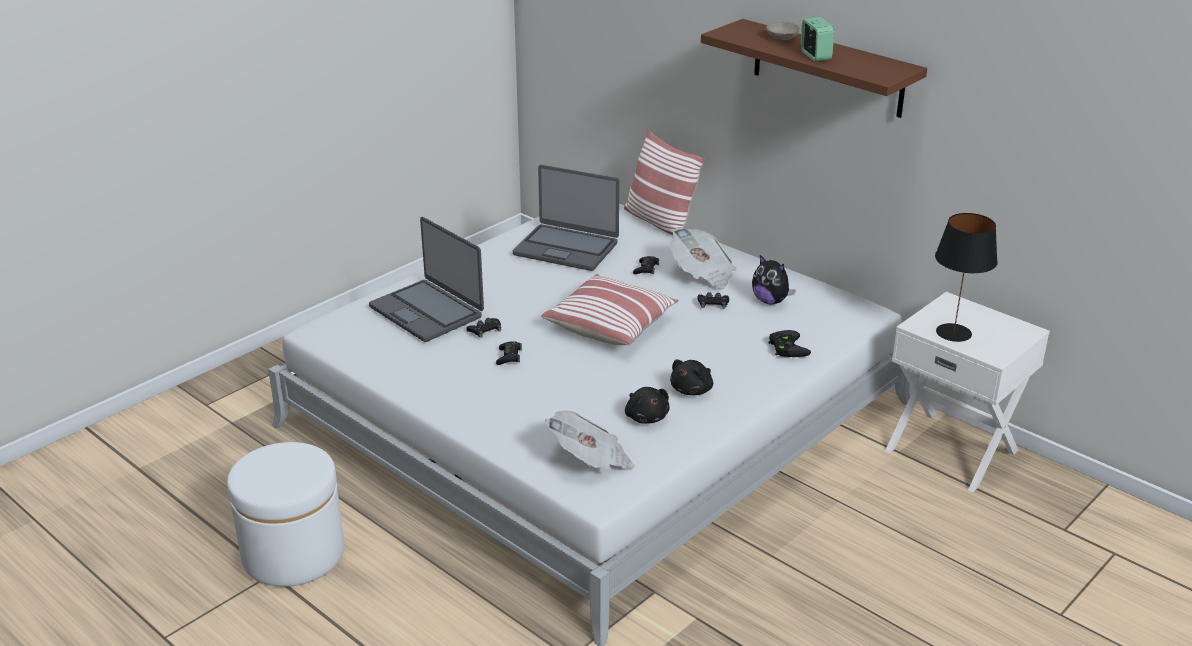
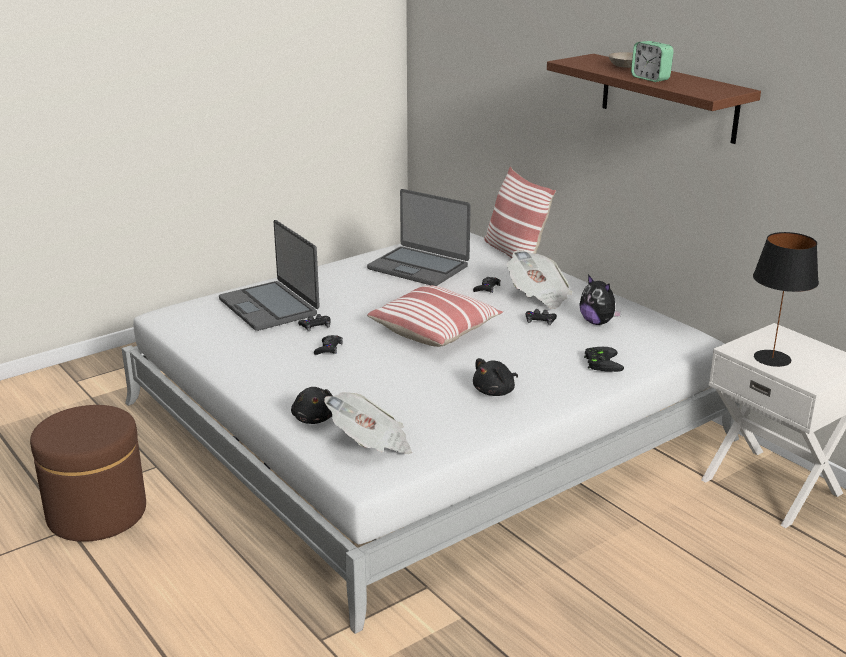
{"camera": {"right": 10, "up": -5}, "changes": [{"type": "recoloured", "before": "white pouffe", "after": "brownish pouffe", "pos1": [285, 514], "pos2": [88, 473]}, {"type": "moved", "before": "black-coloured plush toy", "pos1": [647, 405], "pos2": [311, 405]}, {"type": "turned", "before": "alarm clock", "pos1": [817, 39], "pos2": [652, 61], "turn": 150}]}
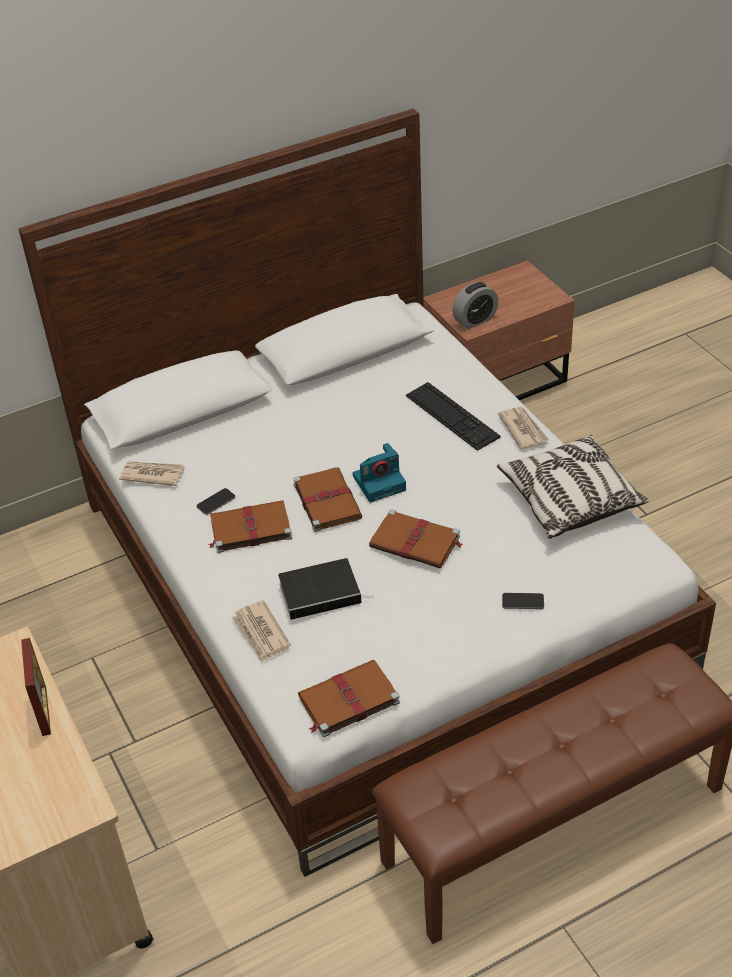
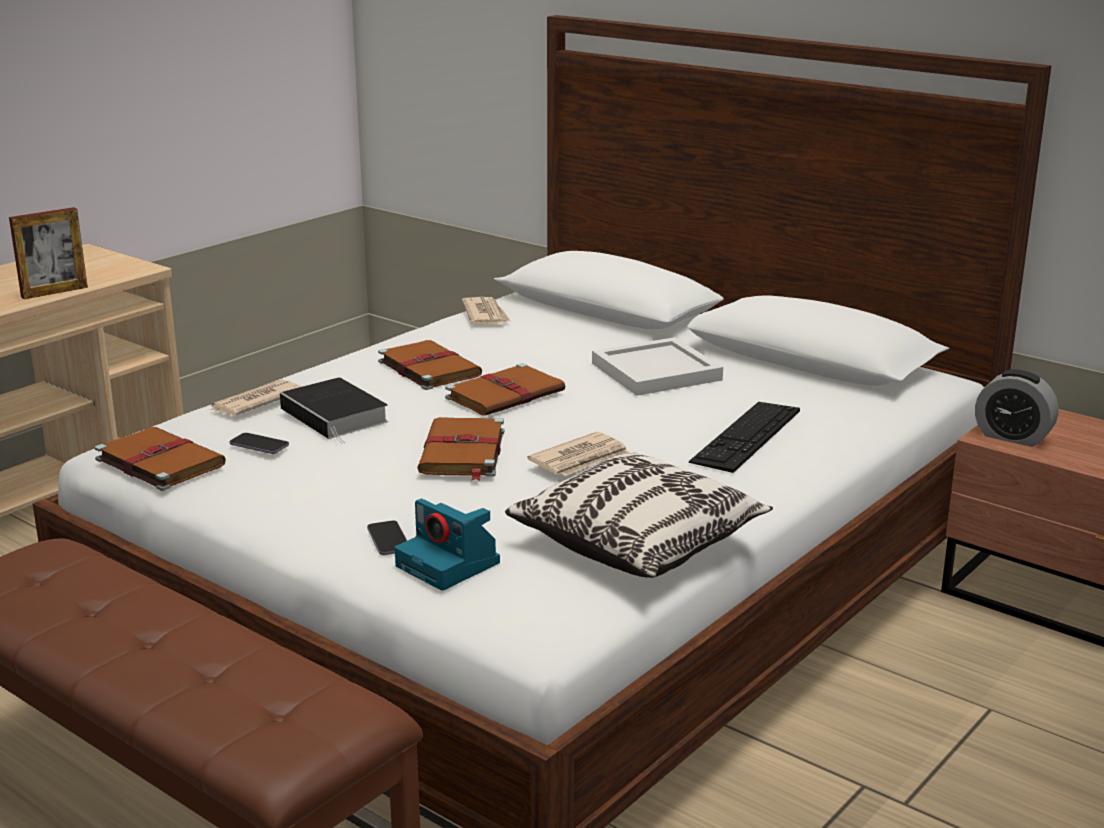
{"camera": {"right": 65, "up": -20}, "changes": [{"type": "moved", "before": "handset", "pos1": [216, 501], "pos2": [259, 443]}, {"type": "moved", "before": "photo camera", "pos1": [379, 472], "pos2": [447, 545]}, {"type": "moved", "before": "daily paper", "pos1": [524, 428], "pos2": [578, 454]}, {"type": "added", "after": "white serving tray", "pos2": [657, 366]}]}
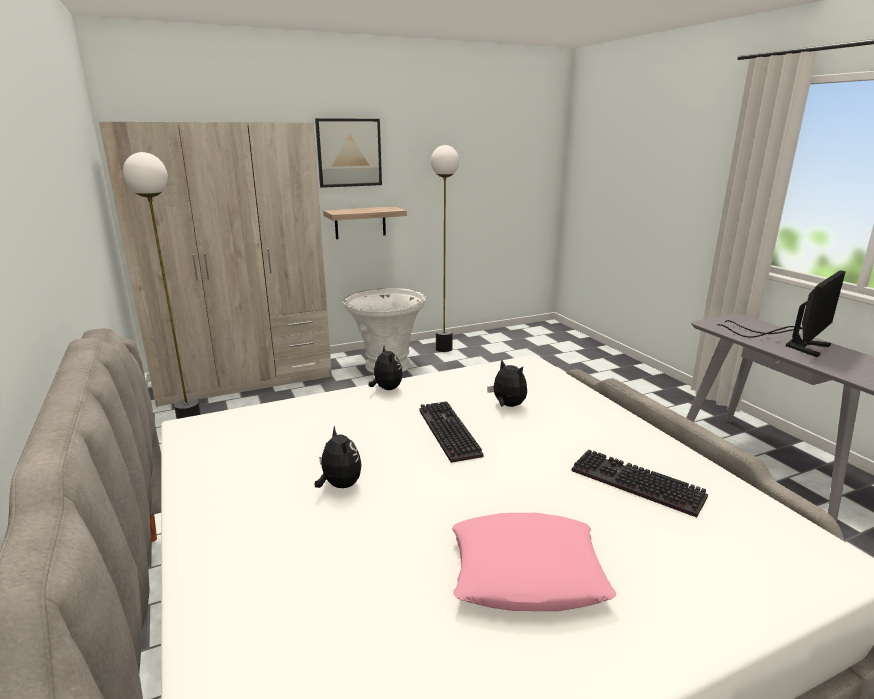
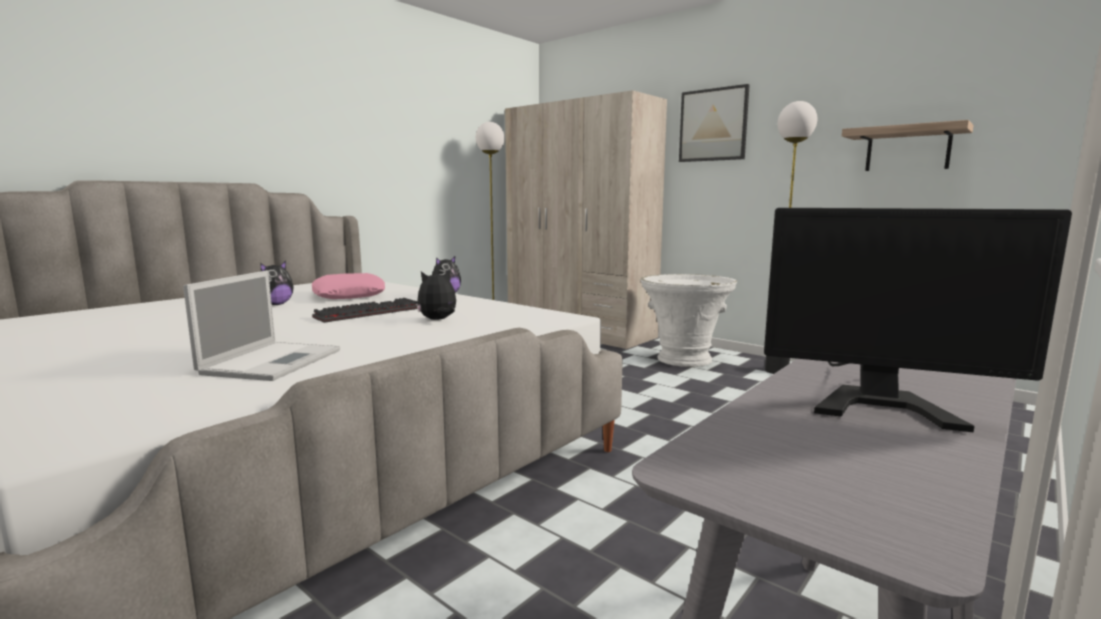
{"camera": {"right": 65, "up": -10}, "changes": [{"type": "moved", "before": "wall shelf", "pos1": [365, 222], "pos2": [908, 145]}, {"type": "moved", "before": "pink-coloured throw pillow", "pos1": [534, 562], "pos2": [348, 286]}, {"type": "turned", "before": "plush toy", "pos1": [507, 383], "pos2": [436, 295], "turn": -135}, {"type": "replaced", "before": "keyboard", "after": "portable computer", "pos1": [640, 483], "pos2": [261, 325]}]}
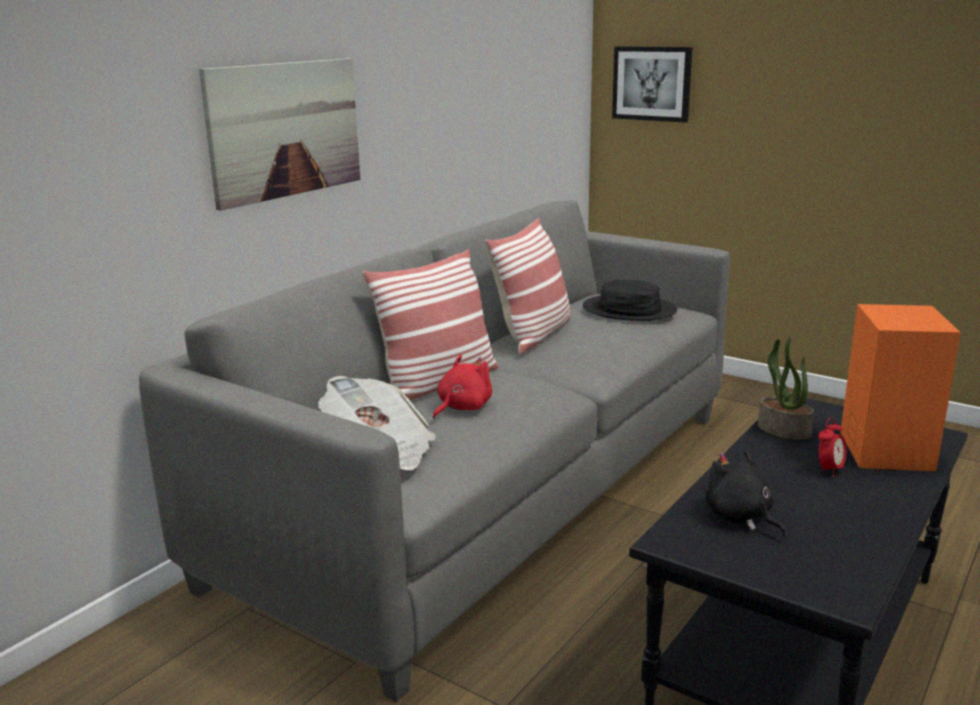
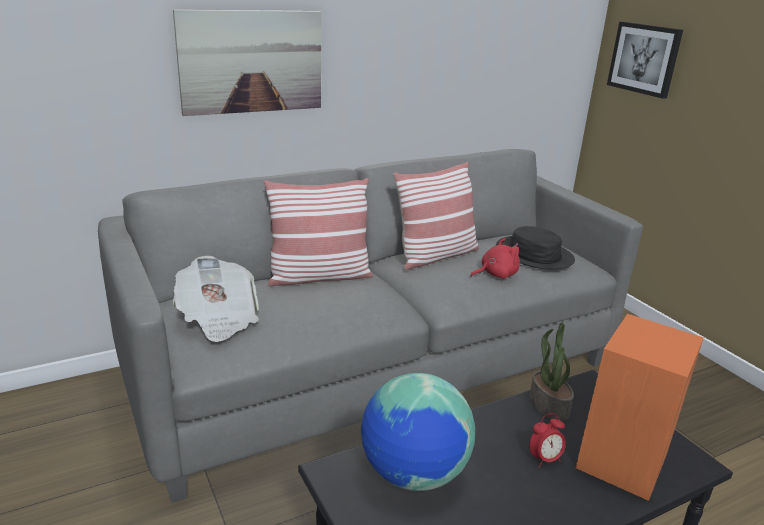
{"camera": {"right": 25, "up": 5}, "changes": [{"type": "moved", "before": "red plush toy", "pos1": [462, 387], "pos2": [495, 258]}, {"type": "replaced", "before": "black-coloured plush toy", "after": "world globe", "pos1": [745, 493], "pos2": [418, 432]}]}
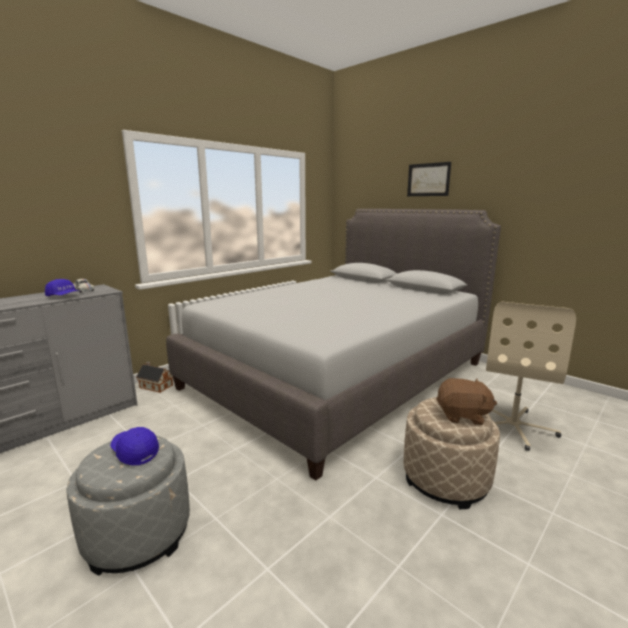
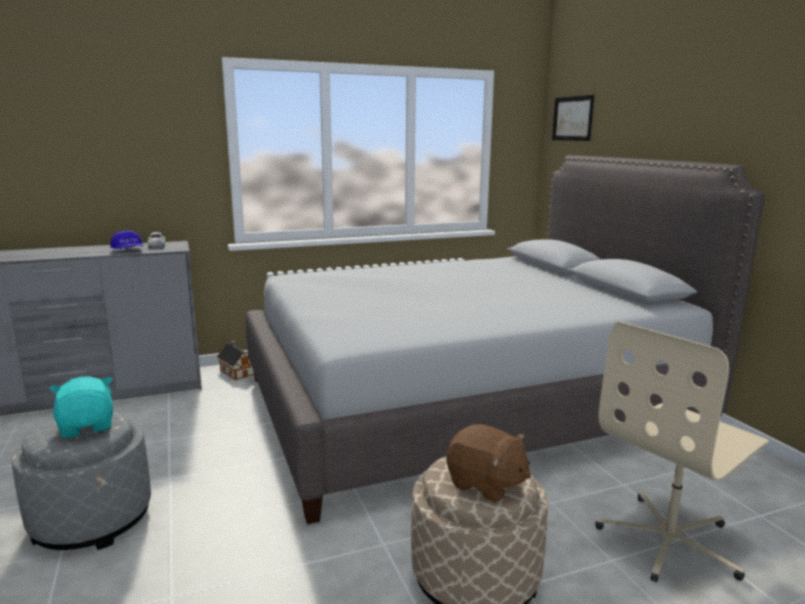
{"camera": {"right": 25, "up": 0}, "changes": [{"type": "replaced", "before": "blue cap", "after": "blue-green plush toy", "pos1": [134, 446], "pos2": [81, 407]}, {"type": "moved", "before": "picture", "pos1": [429, 179], "pos2": [573, 118]}]}
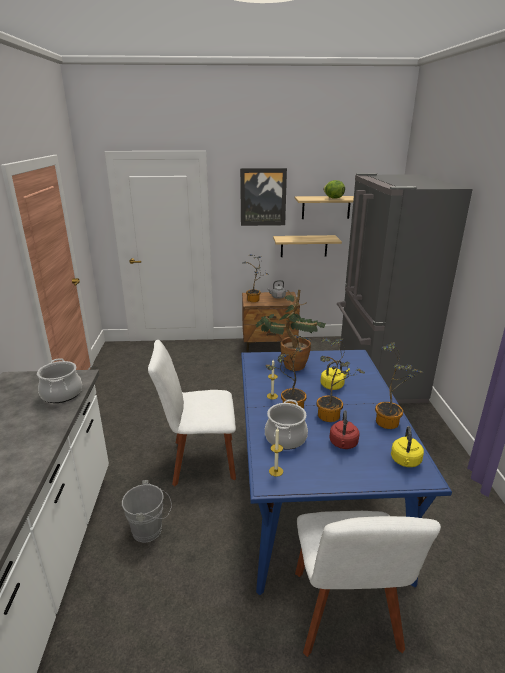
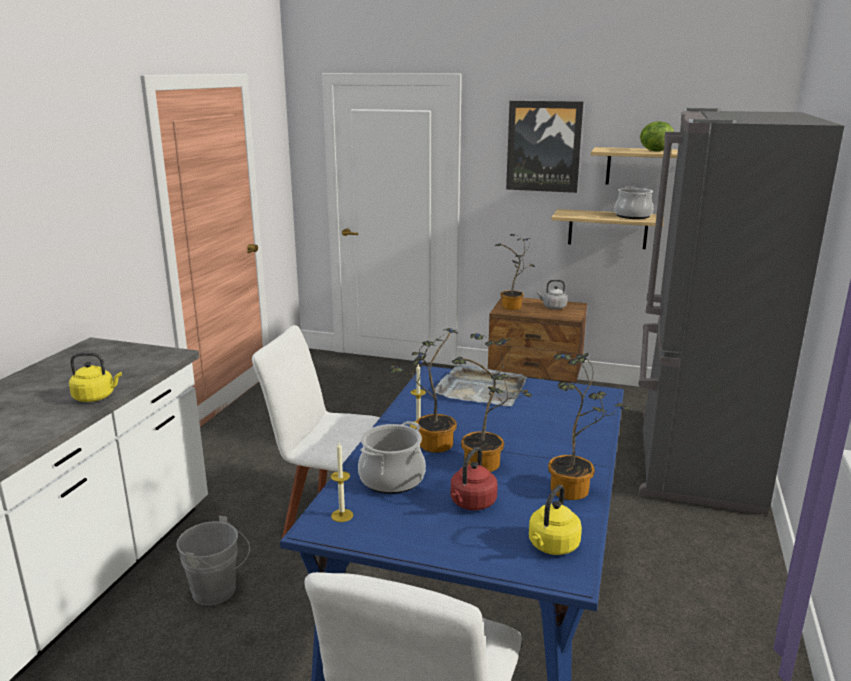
{"camera": {"right": 20, "up": -5}, "changes": [{"type": "moved", "before": "saucepot", "pos1": [59, 380], "pos2": [633, 202]}, {"type": "replaced", "before": "plant in a pot", "after": "grey serving tray", "pos1": [291, 330], "pos2": [481, 385]}, {"type": "moved", "before": "yellow kettle", "pos1": [335, 375], "pos2": [95, 377]}]}
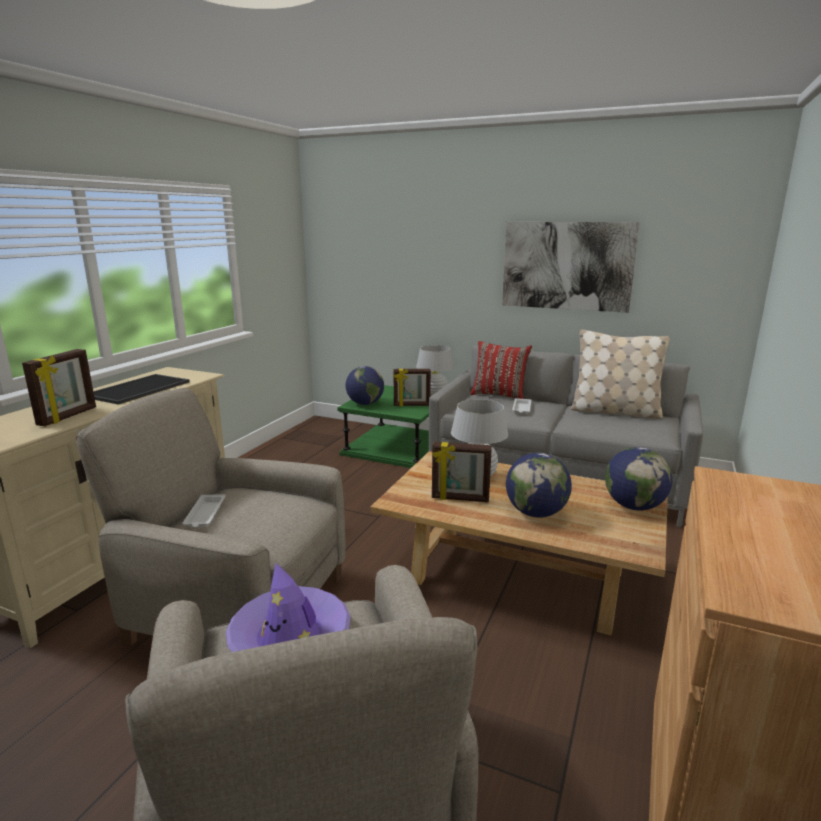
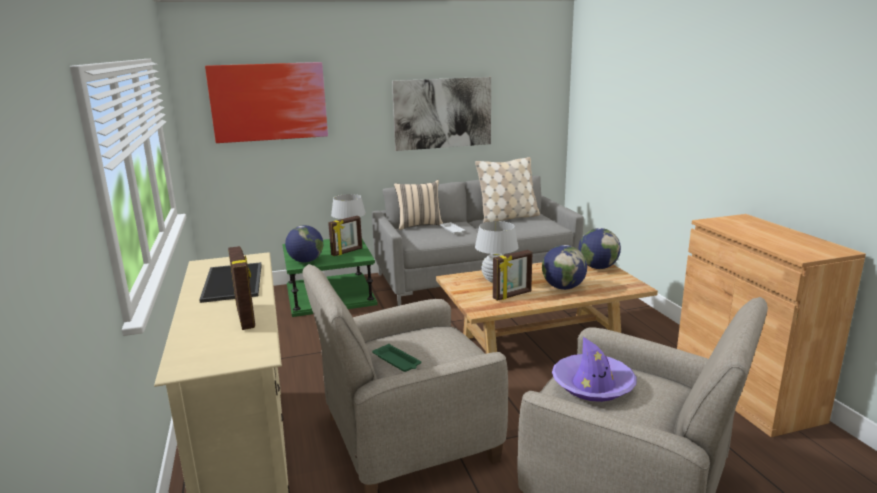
{"camera": {"right": -40, "up": 0}, "changes": [{"type": "recoloured", "before": "white serving tray", "after": "greenish serving tray", "pos1": [203, 510], "pos2": [396, 358]}, {"type": "recoloured", "before": "red throw pillow", "after": "beige throw pillow", "pos1": [501, 370], "pos2": [418, 205]}, {"type": "added", "after": "picture", "pos2": [266, 102]}]}
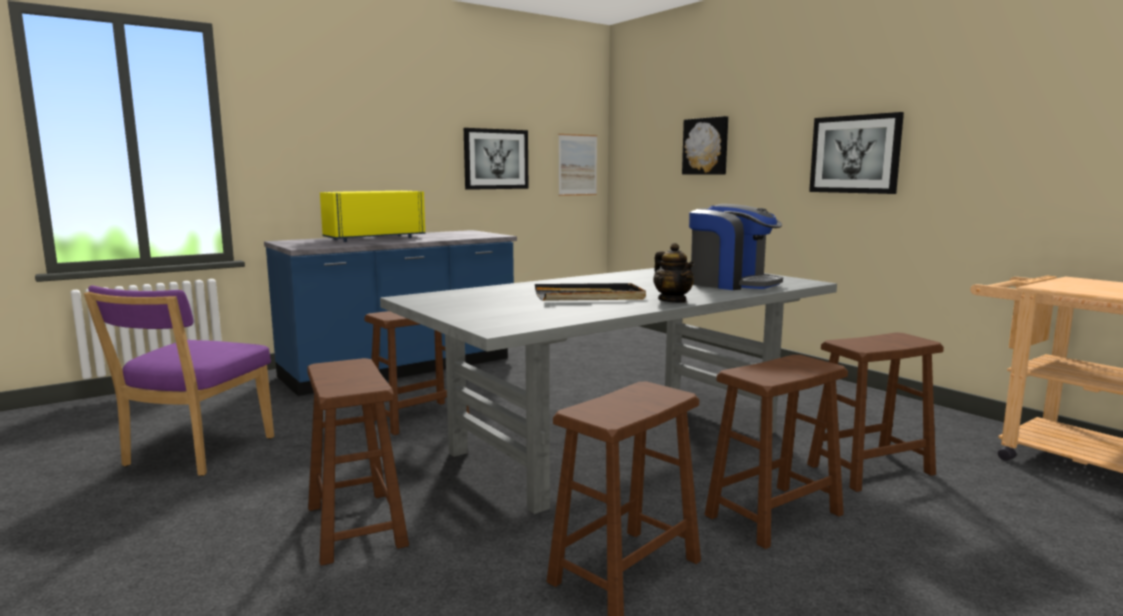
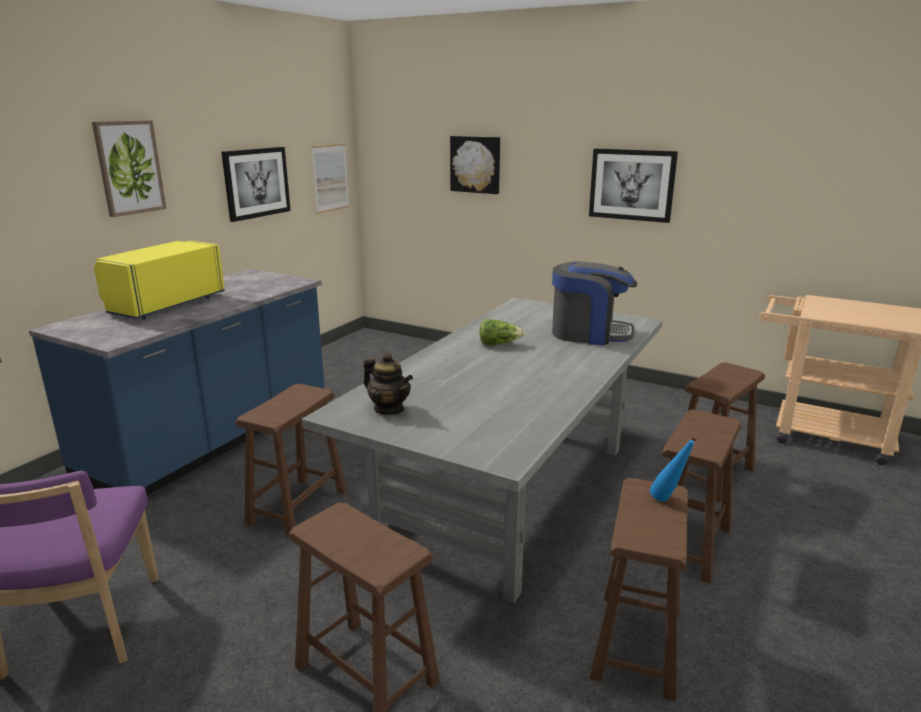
{"camera": {"right": -25, "up": 10}, "changes": [{"type": "removed", "before": "black-coloured serving tray", "pos1": [590, 292]}, {"type": "moved", "before": "teapot", "pos1": [674, 273], "pos2": [388, 384]}, {"type": "added", "after": "picture", "pos2": [129, 168]}, {"type": "added", "after": "lettuce head", "pos2": [502, 332]}, {"type": "added", "after": "blue beverage bottle", "pos2": [674, 468]}]}
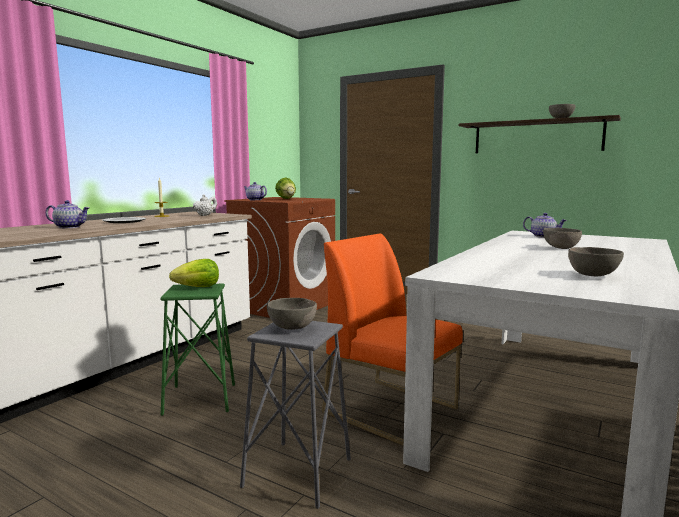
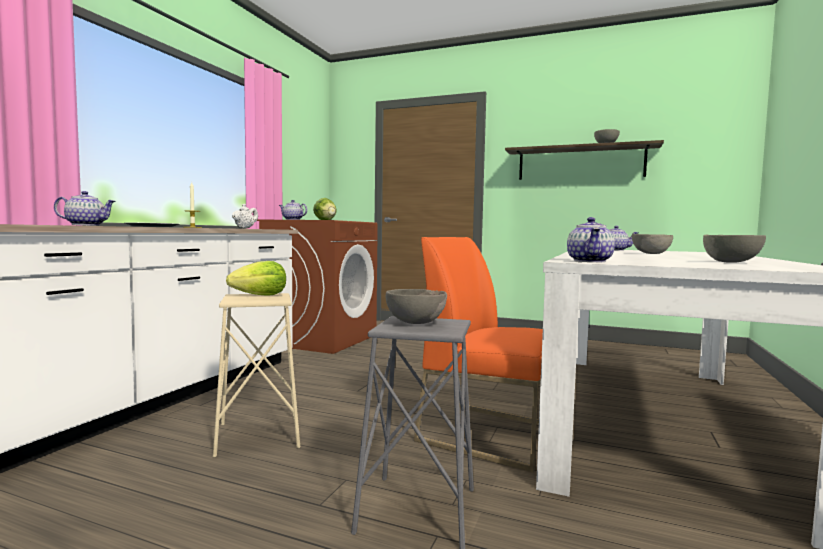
{"camera": {"right": -10, "up": -5}, "changes": [{"type": "recoloured", "before": "greenish stool seat", "after": "beige stool seat", "pos1": [197, 350], "pos2": [256, 375]}, {"type": "added", "after": "teapot", "pos2": [591, 239]}]}
